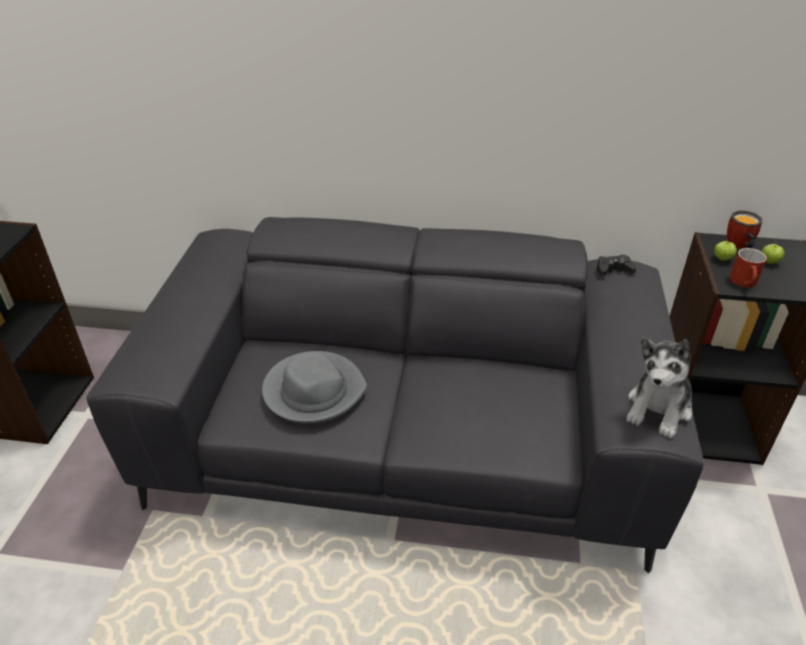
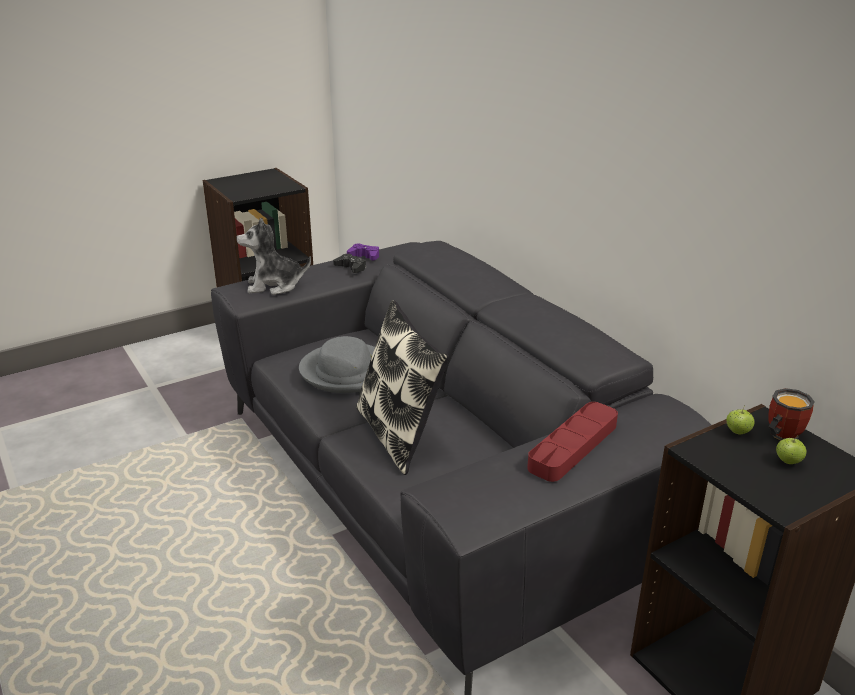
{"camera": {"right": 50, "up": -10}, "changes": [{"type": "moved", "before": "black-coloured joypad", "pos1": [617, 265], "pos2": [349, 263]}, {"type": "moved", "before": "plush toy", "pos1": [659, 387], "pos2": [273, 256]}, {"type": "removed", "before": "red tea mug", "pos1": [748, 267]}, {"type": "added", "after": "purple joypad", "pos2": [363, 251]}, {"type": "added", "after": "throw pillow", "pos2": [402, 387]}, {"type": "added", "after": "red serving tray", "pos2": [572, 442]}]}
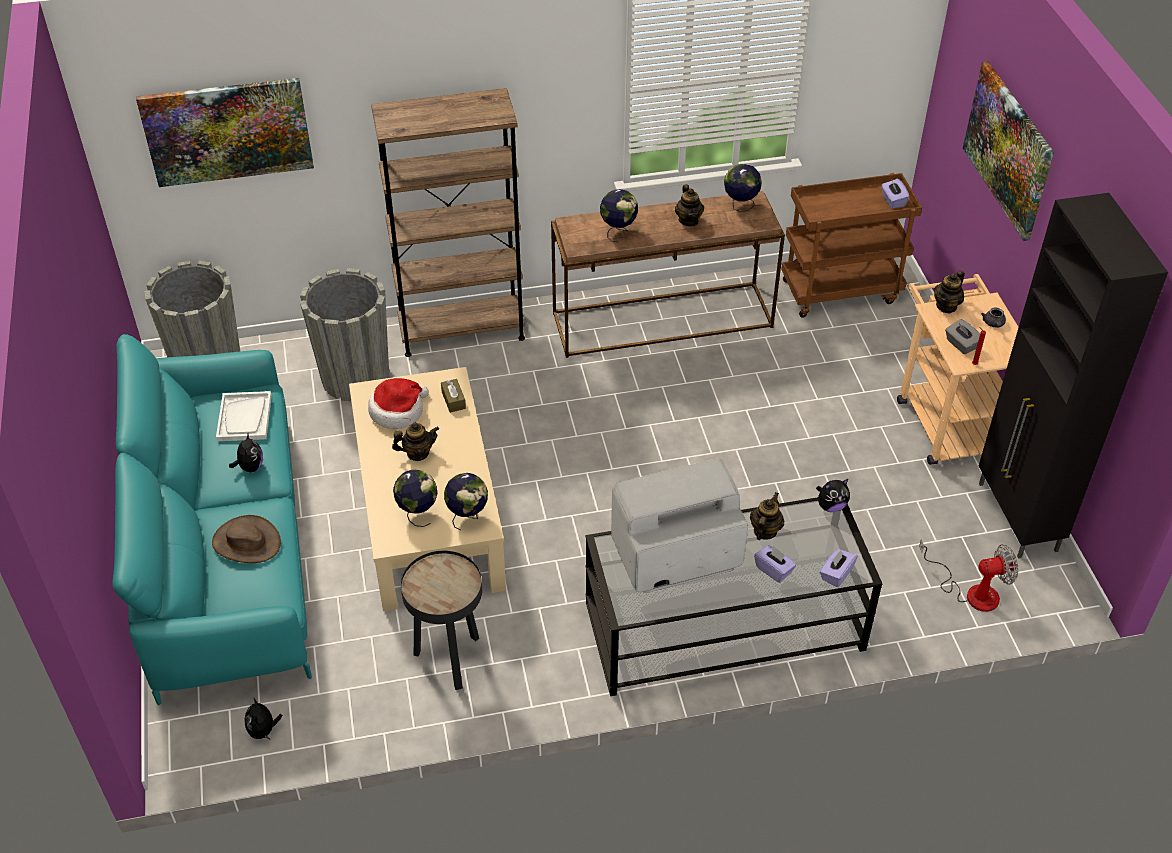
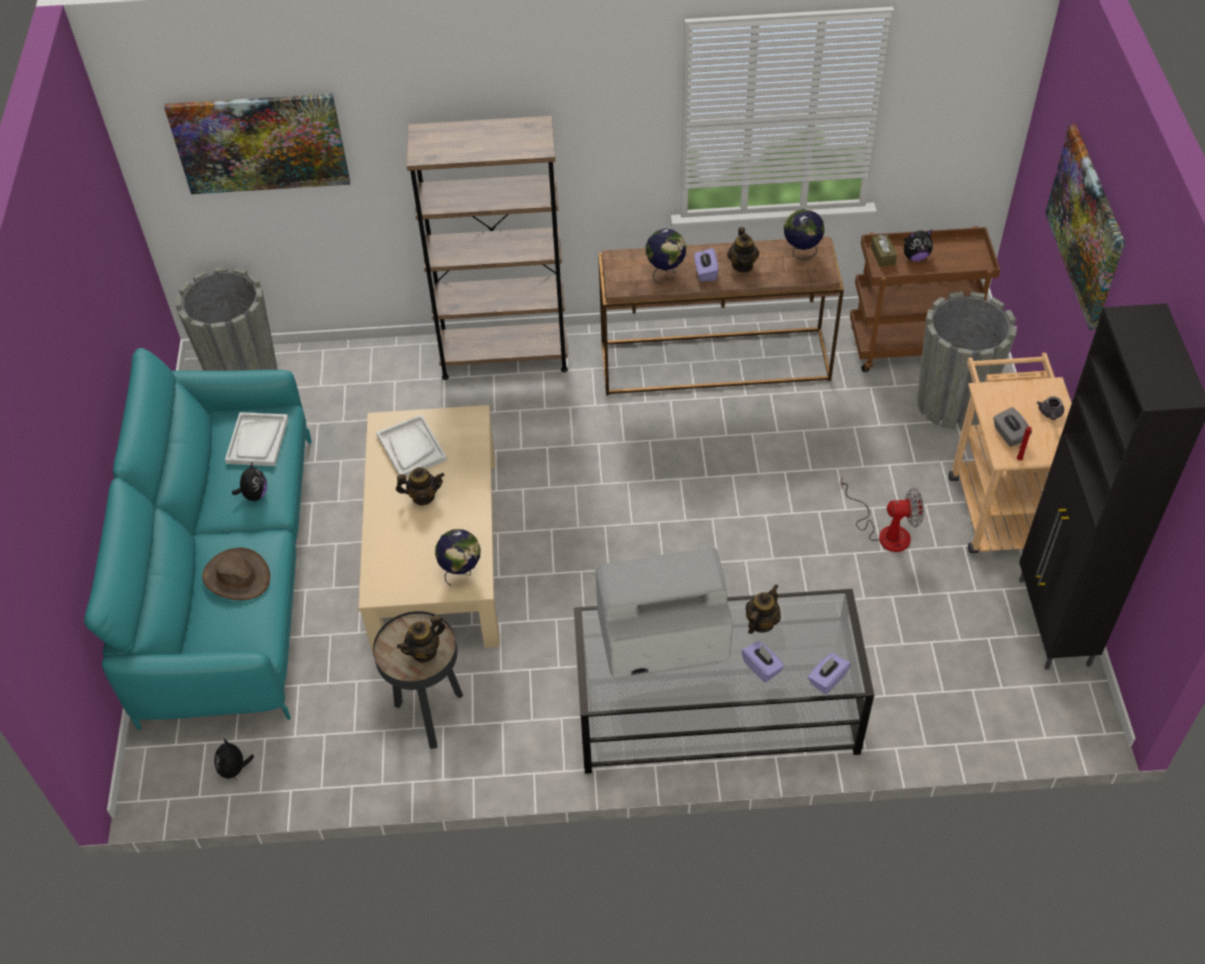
{"camera": {"right": 10, "up": 5}, "changes": [{"type": "moved", "before": "grey plant pot", "pos1": [344, 334], "pos2": [967, 360]}, {"type": "replaced", "before": "hat", "after": "white serving tray", "pos1": [398, 403], "pos2": [411, 445]}, {"type": "removed", "before": "world globe", "pos1": [415, 498]}, {"type": "moved", "before": "brownish box of tissues", "pos1": [453, 396], "pos2": [884, 251]}, {"type": "moved", "before": "plush toy", "pos1": [833, 495], "pos2": [918, 245]}, {"type": "moved", "before": "purple box of tissues", "pos1": [895, 194], "pos2": [706, 265]}, {"type": "moved", "before": "cooling fan", "pos1": [968, 576], "pos2": [882, 514]}, {"type": "moved", "before": "teapot", "pos1": [949, 292], "pos2": [421, 639]}]}
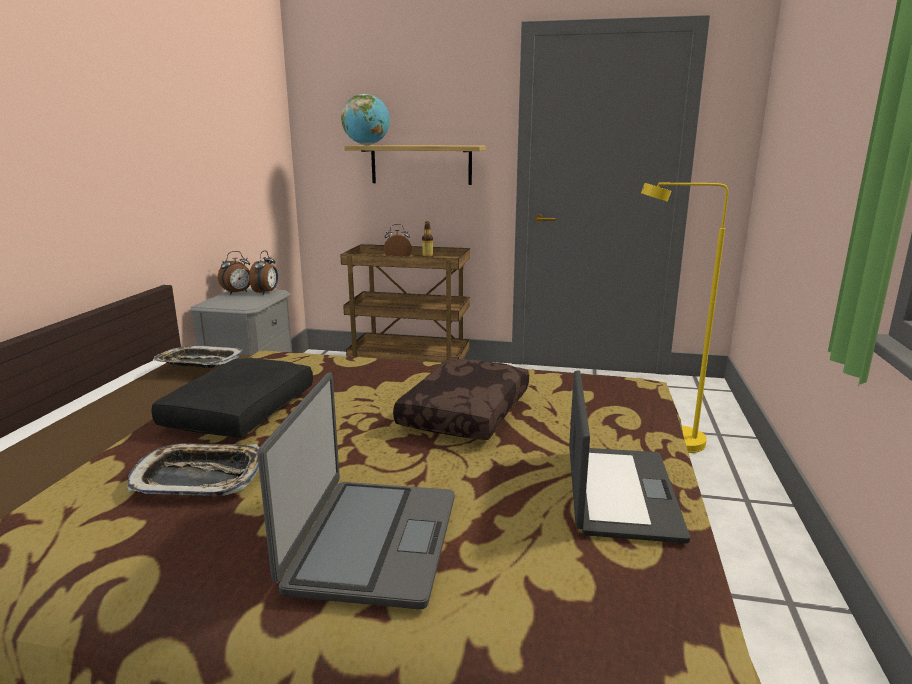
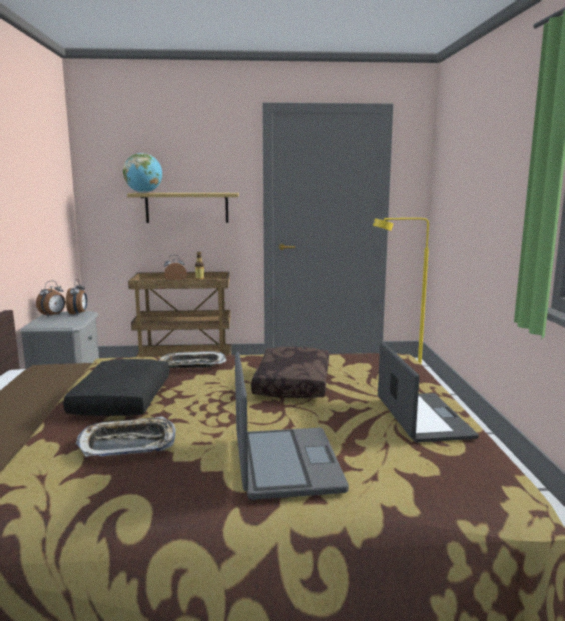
{"camera": {"right": -15, "up": -5}, "changes": [{"type": "moved", "before": "serving tray", "pos1": [197, 356], "pos2": [192, 359]}]}
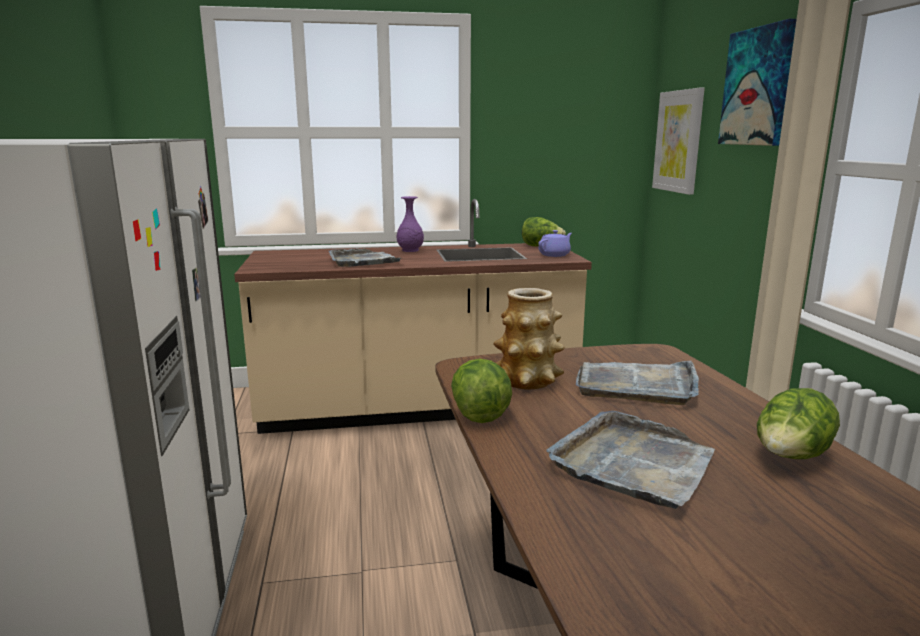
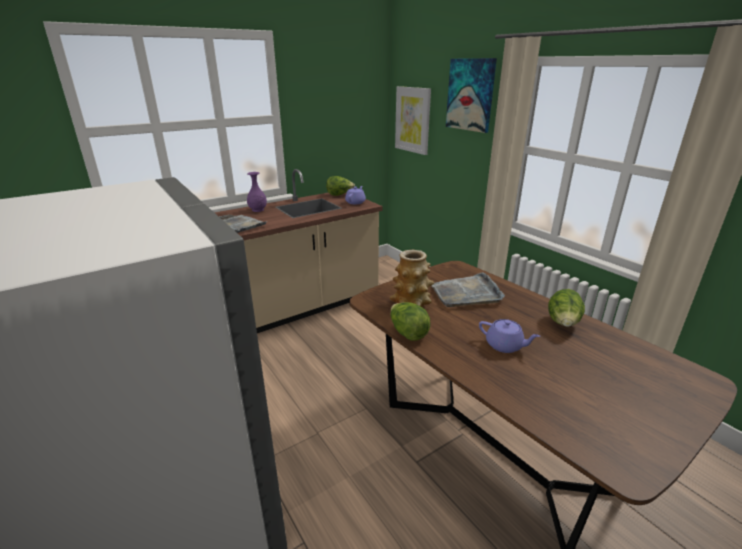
{"camera": {"right": -25, "up": 10}, "changes": [{"type": "replaced", "before": "grey serving tray", "after": "purple teapot", "pos1": [630, 460], "pos2": [509, 336]}]}
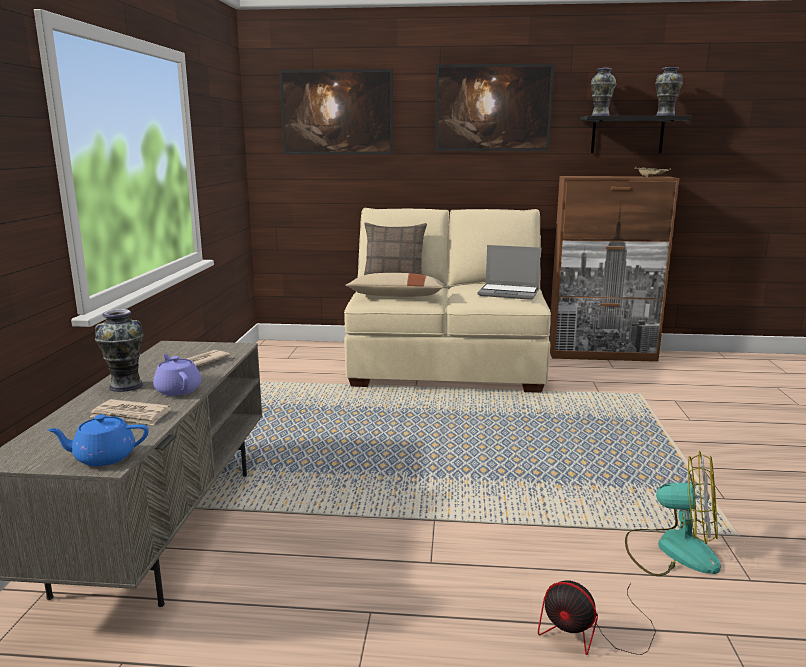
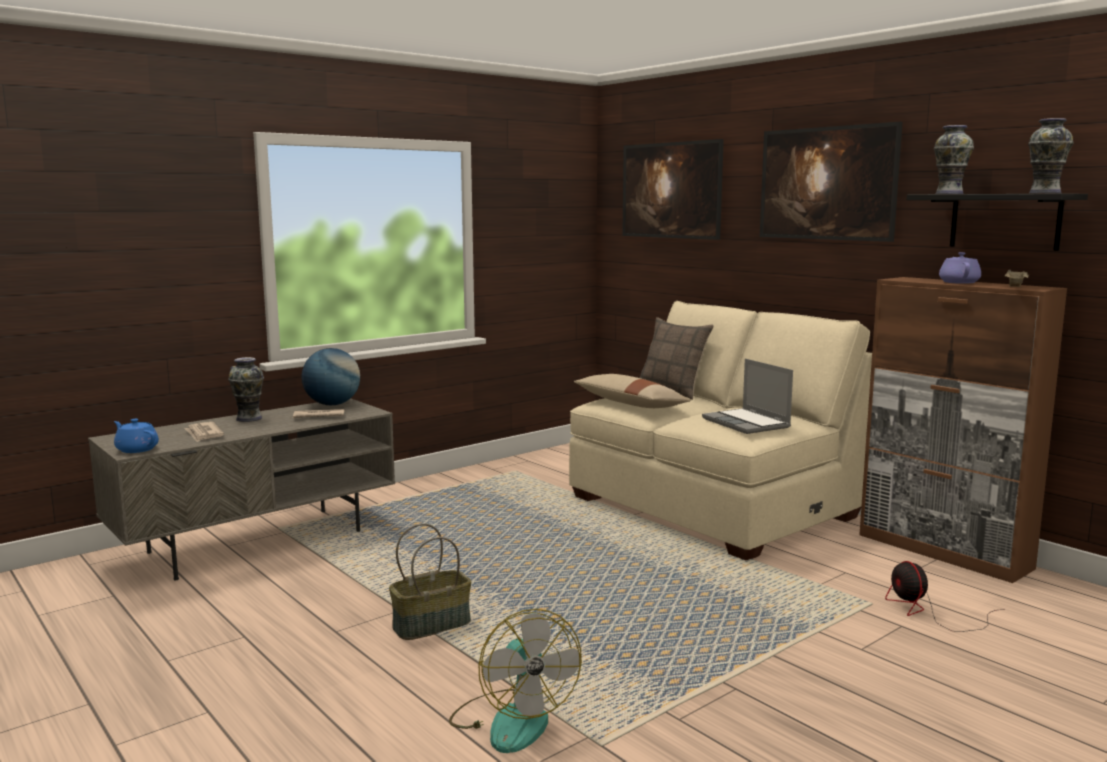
{"camera": {"right": 45, "up": -5}, "changes": [{"type": "moved", "before": "purple teapot", "pos1": [177, 375], "pos2": [960, 268]}, {"type": "moved", "before": "cooling fan", "pos1": [597, 617], "pos2": [945, 596]}, {"type": "added", "after": "world globe", "pos2": [330, 376]}, {"type": "added", "after": "basket", "pos2": [430, 581]}]}
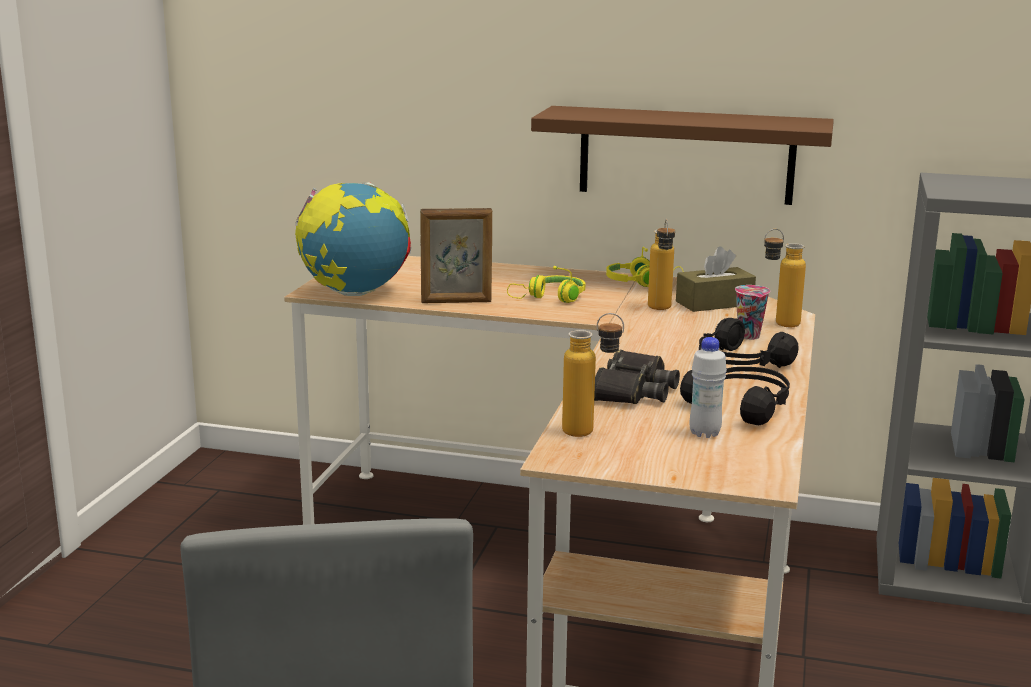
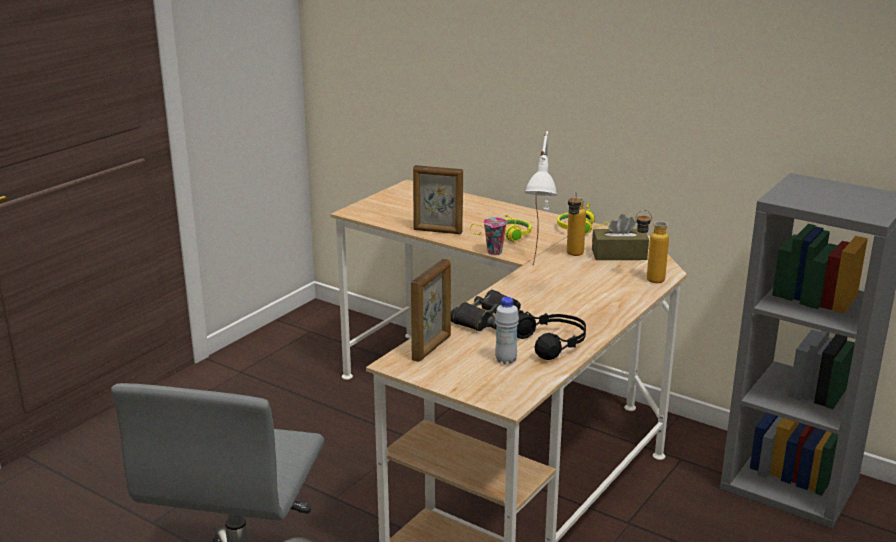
{"camera": {"right": 20, "up": 5}, "changes": [{"type": "removed", "before": "world globe", "pos1": [353, 239]}, {"type": "removed", "before": "brownish wall shelf", "pos1": [682, 155]}, {"type": "replaced", "before": "beverage bottle", "after": "standing frame", "pos1": [593, 375], "pos2": [431, 310]}, {"type": "removed", "before": "black-coloured headset", "pos1": [748, 343]}, {"type": "moved", "before": "drinking cup", "pos1": [752, 312], "pos2": [495, 236]}, {"type": "added", "after": "white tabletop lamp", "pos2": [541, 198]}]}
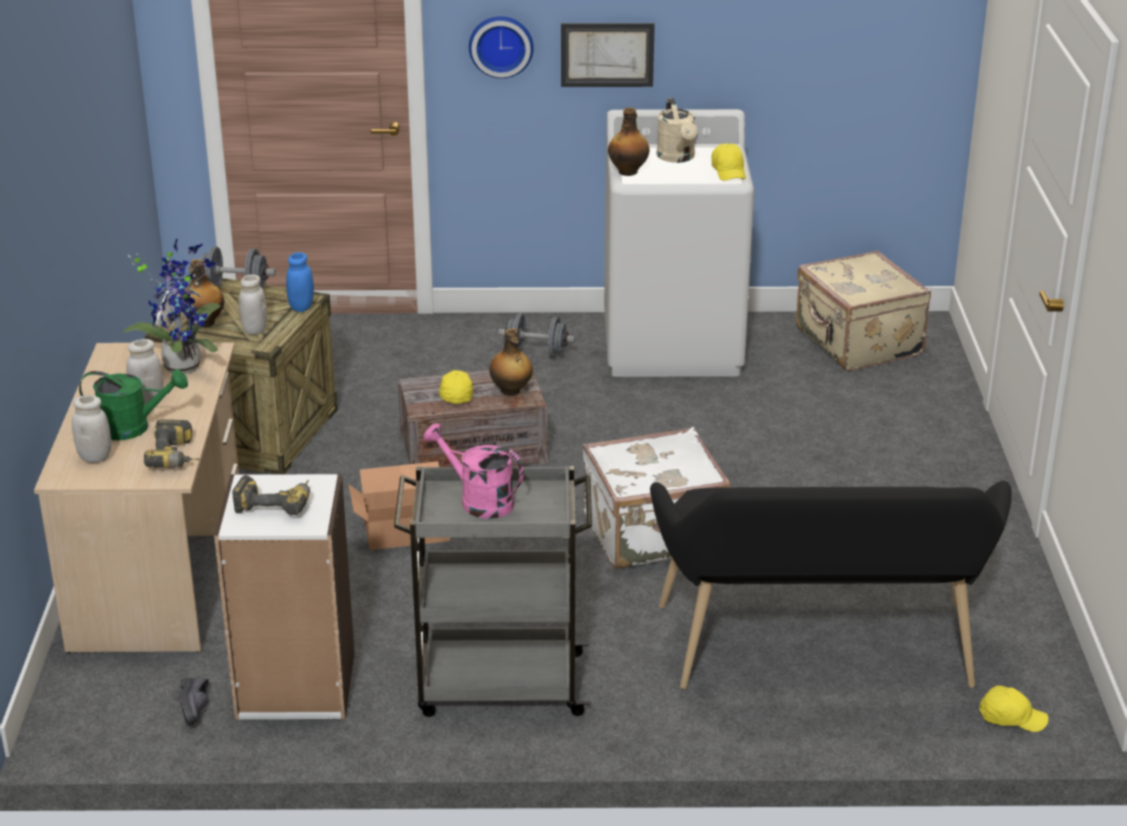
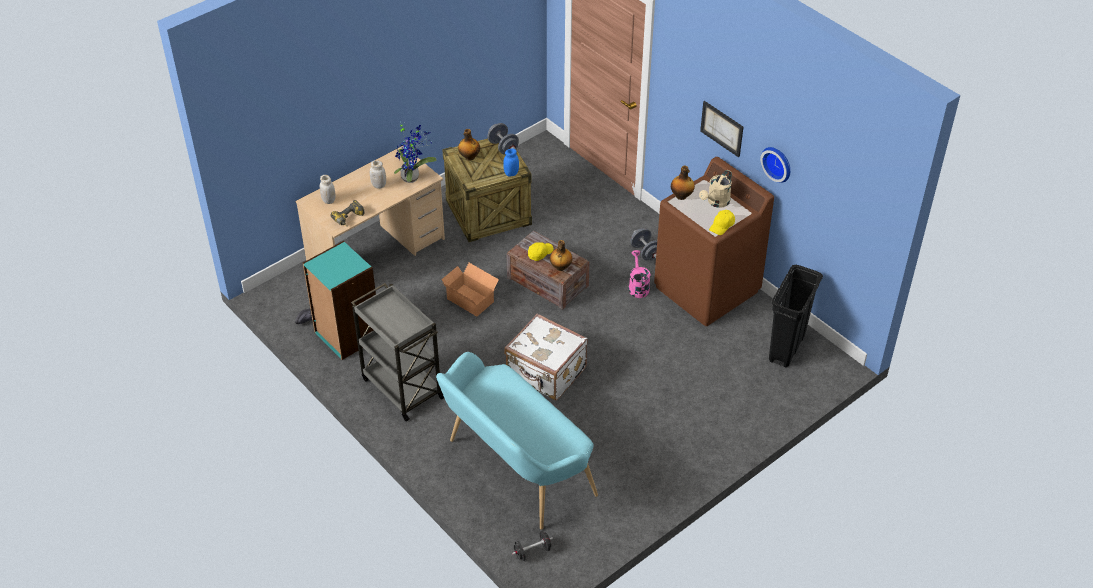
{"camera": {"right": 50, "up": 15}, "changes": [{"type": "removed", "before": "greenish sprinkling can", "pos1": [133, 404]}, {"type": "recoloured", "before": "white bookshelf", "after": "blue-green bookshelf", "pos1": [284, 597], "pos2": [339, 300]}, {"type": "removed", "before": "electric drill", "pos1": [271, 495]}, {"type": "removed", "before": "white storage jar", "pos1": [253, 304]}, {"type": "moved", "before": "pink-coloured sprinkling can", "pos1": [473, 471], "pos2": [639, 274]}, {"type": "moved", "before": "wall clock", "pos1": [501, 47], "pos2": [775, 165]}, {"type": "recoloured", "before": "white laundry appliance", "after": "brownish laundry appliance", "pos1": [679, 243], "pos2": [714, 241]}, {"type": "recoloured", "before": "black-coloured bench", "after": "blue-green bench", "pos1": [831, 585], "pos2": [517, 440]}, {"type": "replaced", "before": "beige piece of luggage", "after": "black-coloured trash can", "pos1": [863, 311], "pos2": [796, 316]}, {"type": "replaced", "before": "yellow cap", "after": "black-coloured hand weight", "pos1": [1013, 708], "pos2": [532, 546]}]}
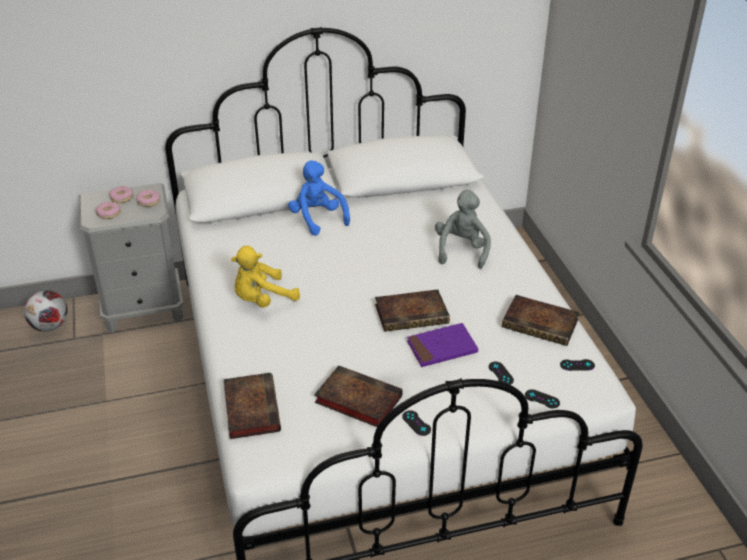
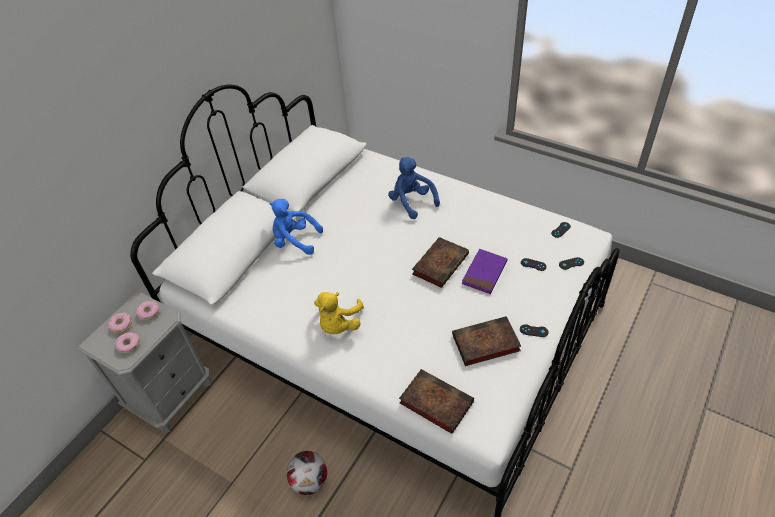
{"camera": {"right": -40, "up": 10}, "changes": [{"type": "moved", "before": "ball for football", "pos1": [46, 311], "pos2": [306, 473]}, {"type": "recoloured", "before": "grey plush toy", "after": "blue plush toy", "pos1": [463, 229], "pos2": [414, 188]}, {"type": "removed", "before": "book", "pos1": [541, 320]}]}
